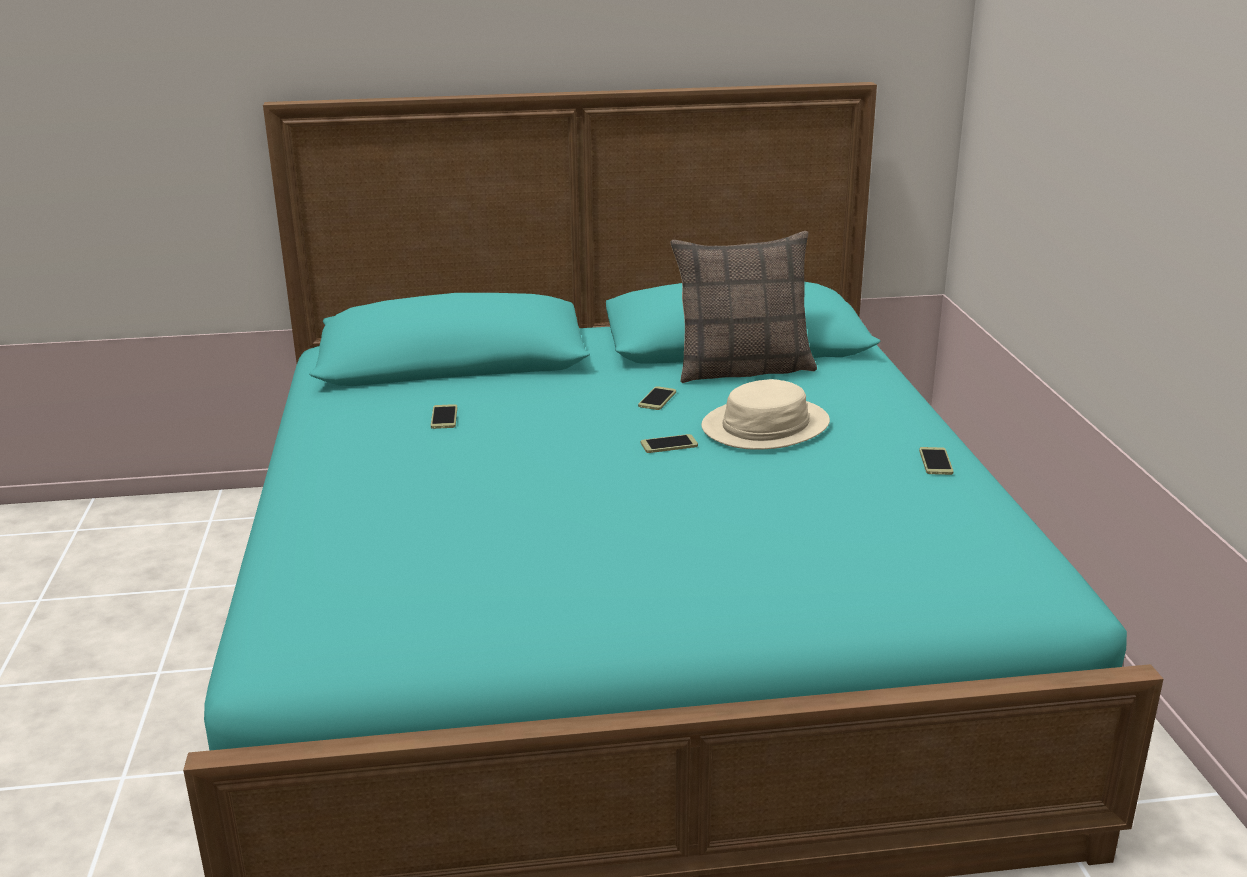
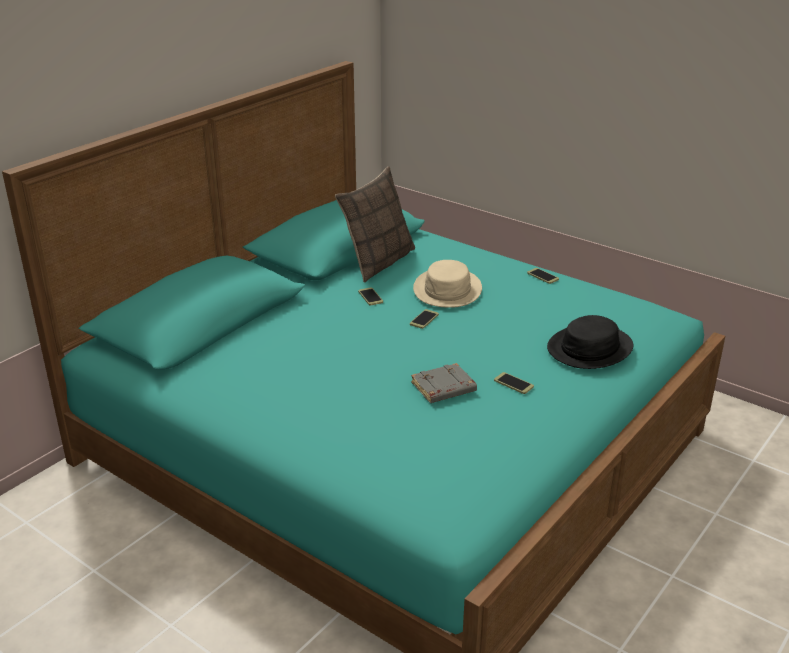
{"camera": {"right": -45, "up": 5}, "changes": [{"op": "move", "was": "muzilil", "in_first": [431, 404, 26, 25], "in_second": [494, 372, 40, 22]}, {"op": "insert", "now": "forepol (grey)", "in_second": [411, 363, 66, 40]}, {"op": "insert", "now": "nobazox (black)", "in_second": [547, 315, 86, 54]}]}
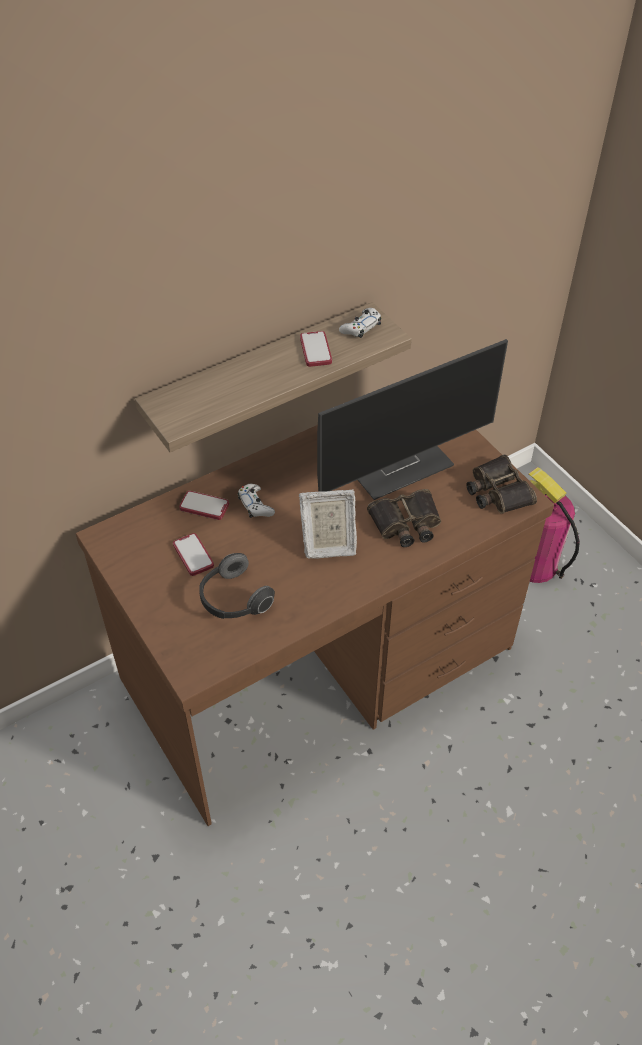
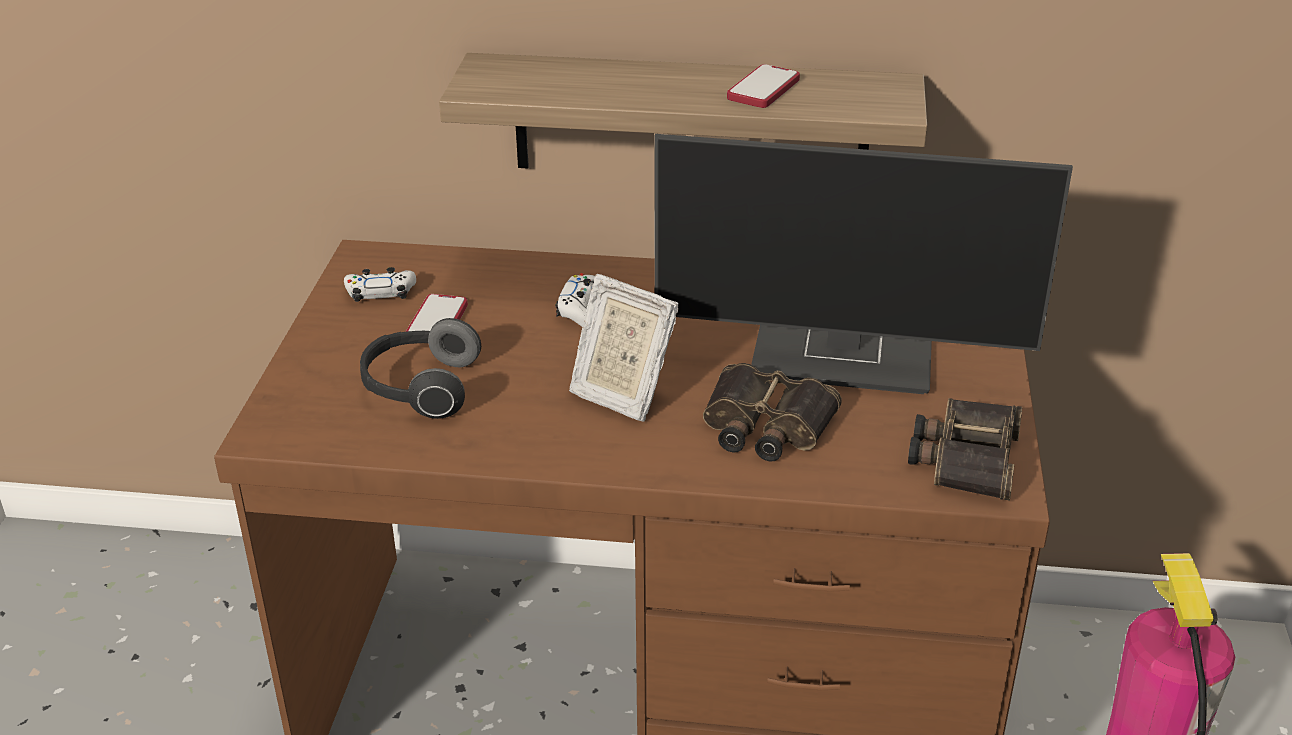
{"camera": {"right": 40, "up": -15}, "changes": [{"op": "delete", "was": "muzilil", "in_first": [179, 491, 50, 29]}, {"op": "move", "was": "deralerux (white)", "in_first": [339, 308, 42, 30], "in_second": [344, 267, 72, 35]}]}
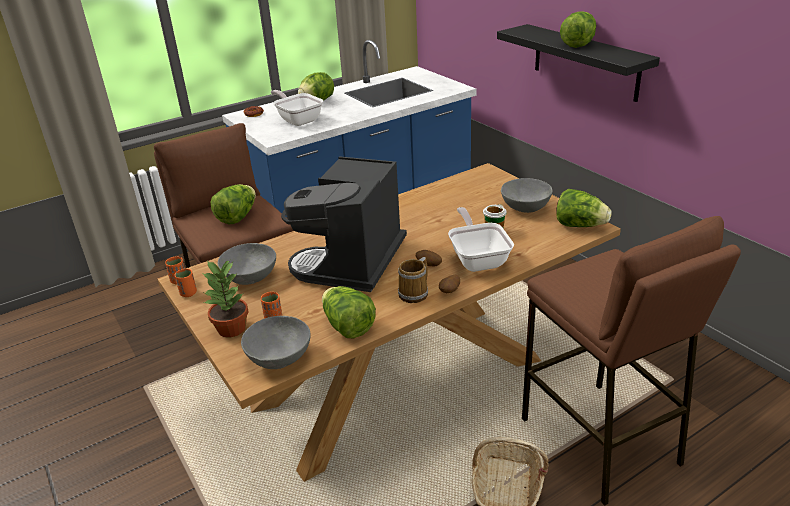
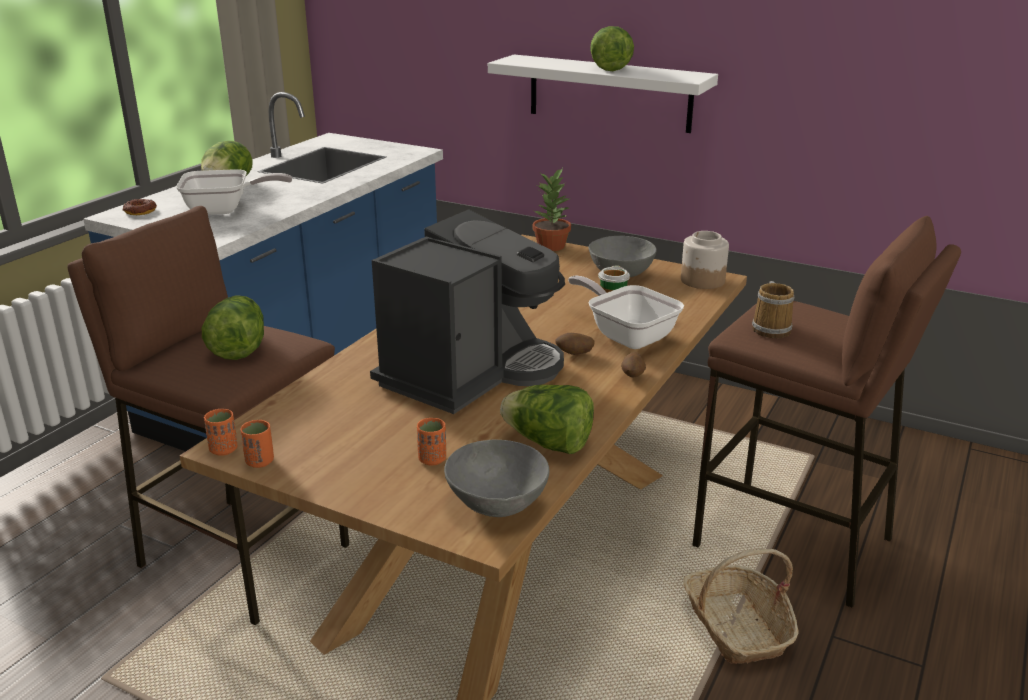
{"camera": {"right": -30, "up": -5}, "changes": [{"op": "move", "was": "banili", "in_first": [202, 260, 47, 78], "in_second": [533, 168, 38, 83]}, {"op": "delete", "was": "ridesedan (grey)", "in_first": [218, 243, 58, 42]}, {"op": "rotate", "was": "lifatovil", "in_first": [271, 90, 52, 36], "in_second": [176, 169, 116, 46], "clockwise": 150}, {"op": "rotate", "was": "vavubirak", "in_first": [281, 156, 126, 136], "in_second": [370, 209, 195, 205], "clockwise": -135}, {"op": "move", "was": "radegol", "in_first": [398, 257, 30, 46], "in_second": [752, 281, 43, 57]}, {"op": "recolor", "was": "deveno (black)", "now": "deveno (white)", "in_first": [497, 24, 163, 78], "in_second": [488, 55, 230, 78]}, {"op": "replace", "was": "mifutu", "now": "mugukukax", "in_first": [557, 189, 55, 38], "in_second": [681, 231, 48, 58]}]}
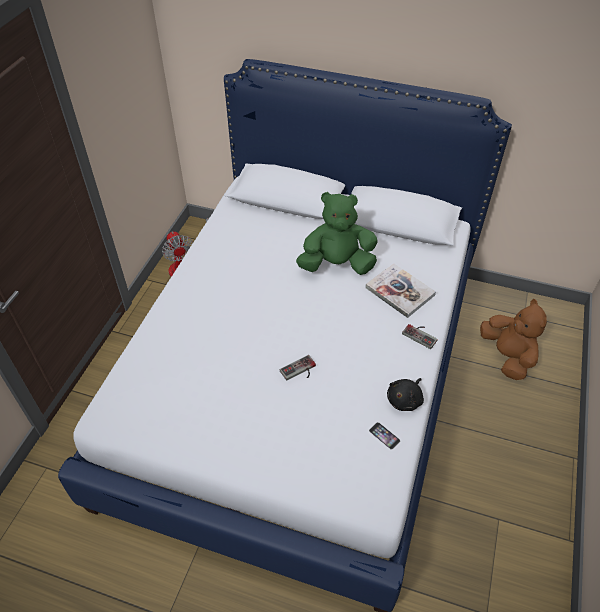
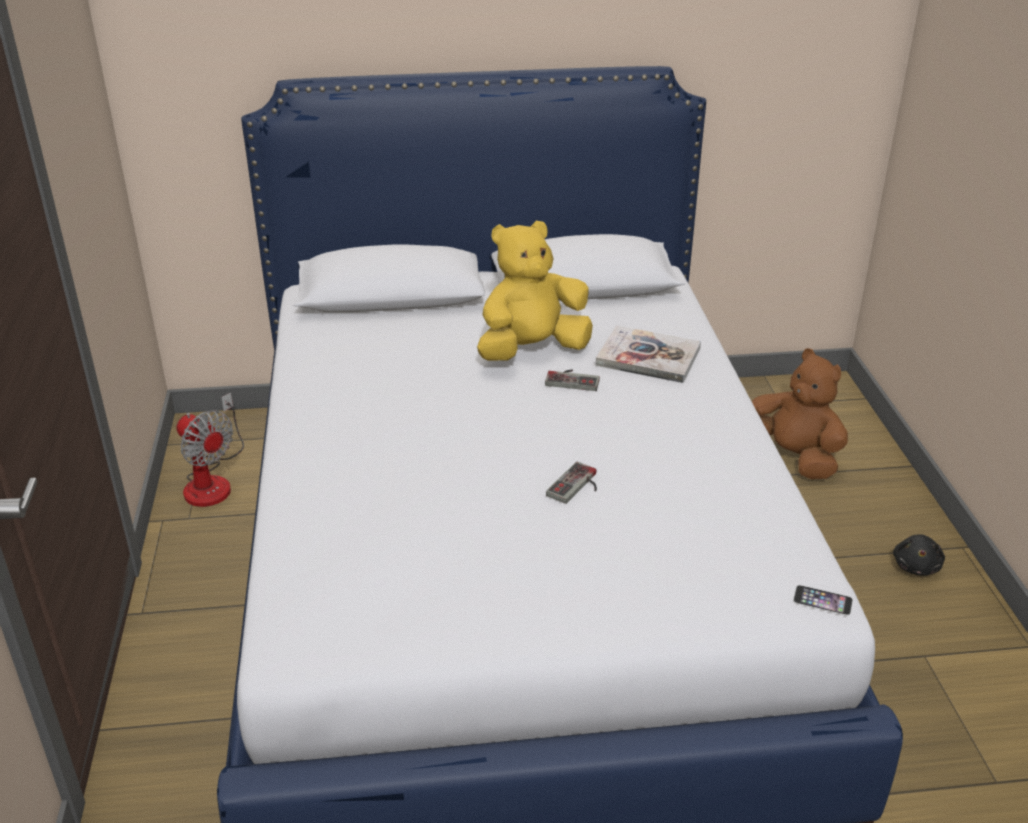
{"camera": {"right": -25, "up": -15}, "changes": [{"op": "recolor", "was": "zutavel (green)", "now": "zutavel (yellow)", "in_first": [296, 192, 81, 83], "in_second": [477, 221, 116, 140]}, {"op": "move", "was": "muzilil", "in_first": [369, 422, 31, 28], "in_second": [793, 585, 60, 30]}, {"op": "move", "was": "zutavel (black)", "in_first": [387, 378, 37, 33], "in_second": [893, 534, 52, 42]}, {"op": "move", "was": "deralerux", "in_first": [402, 324, 35, 25], "in_second": [545, 369, 55, 22]}]}
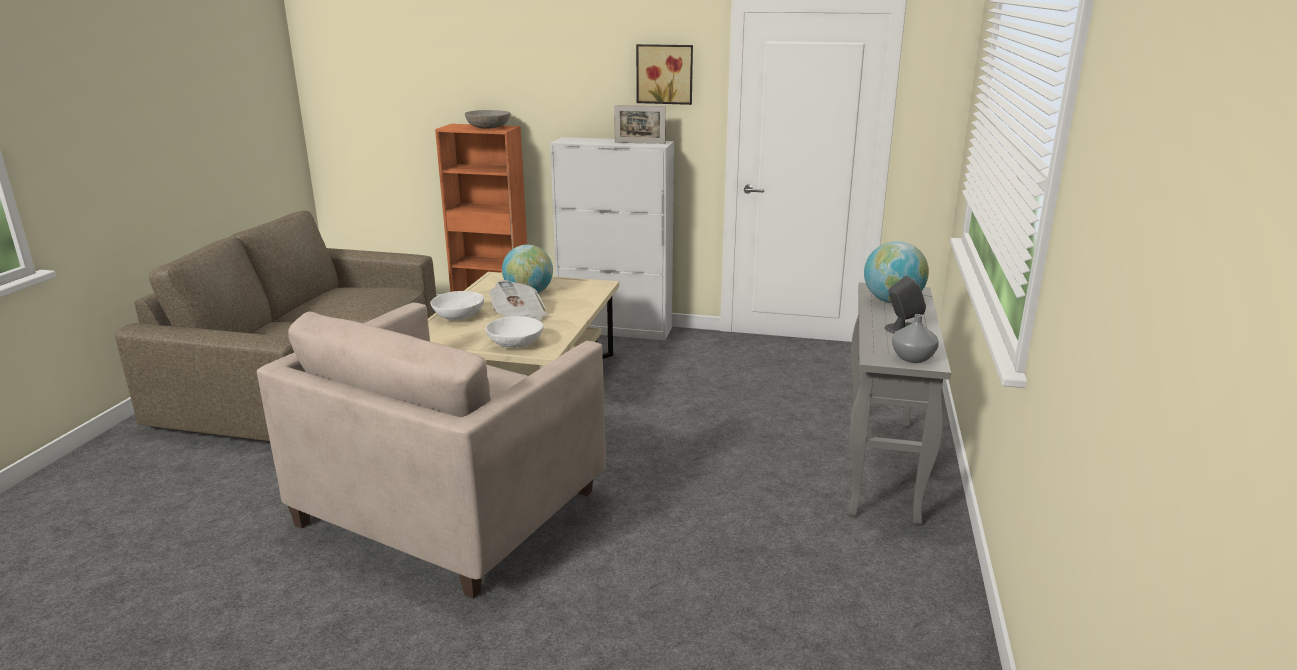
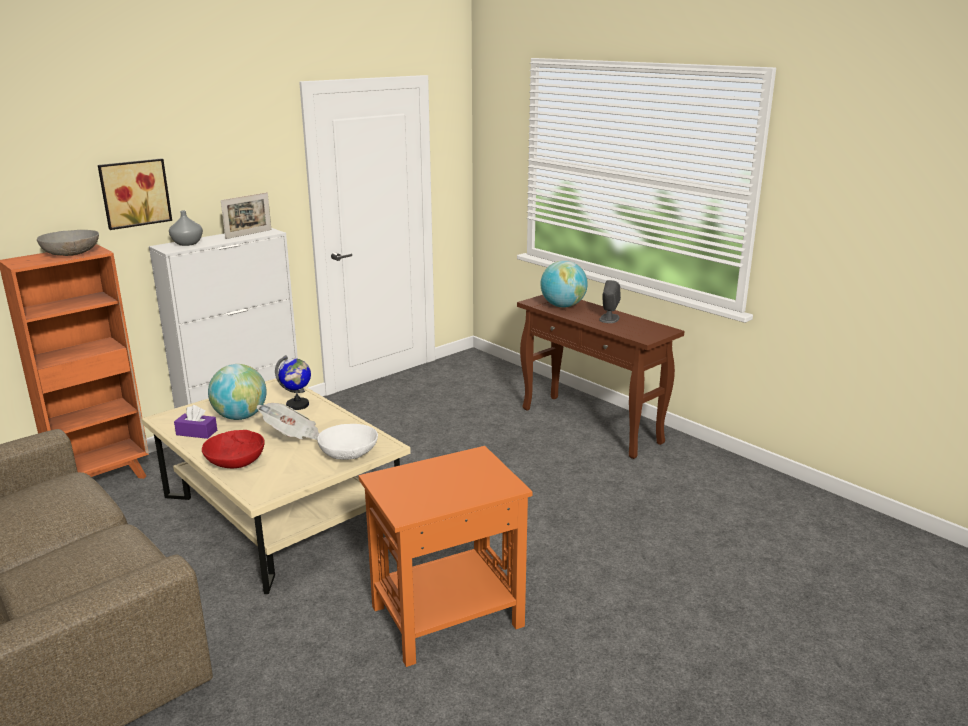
{"camera": {"right": -55, "up": 0}, "changes": [{"op": "replace", "was": "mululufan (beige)", "now": "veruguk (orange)", "in_first": [257, 302, 348, 297], "in_second": [358, 446, 175, 221]}, {"op": "recolor", "was": "ridesedan (white)", "now": "ridesedan (red)", "in_first": [430, 291, 54, 29], "in_second": [202, 430, 63, 39]}, {"op": "move", "was": "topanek", "in_first": [636, 44, 57, 61], "in_second": [98, 158, 74, 72]}, {"op": "recolor", "was": "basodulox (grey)", "now": "basodulox (brown)", "in_first": [848, 282, 103, 243], "in_second": [517, 295, 168, 164]}, {"op": "move", "was": "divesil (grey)", "in_first": [892, 314, 47, 49], "in_second": [169, 210, 34, 36]}, {"op": "insert", "now": "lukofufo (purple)", "in_second": [174, 405, 43, 34]}, {"op": "insert", "now": "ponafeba", "in_second": [275, 355, 36, 55]}]}
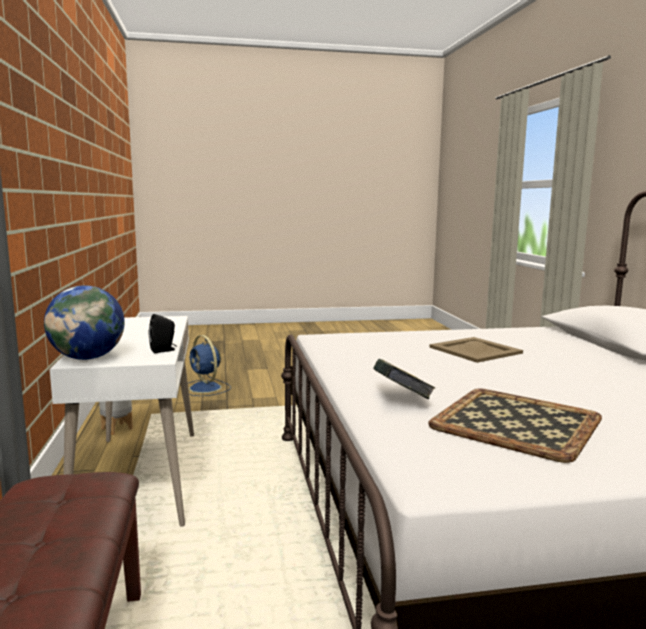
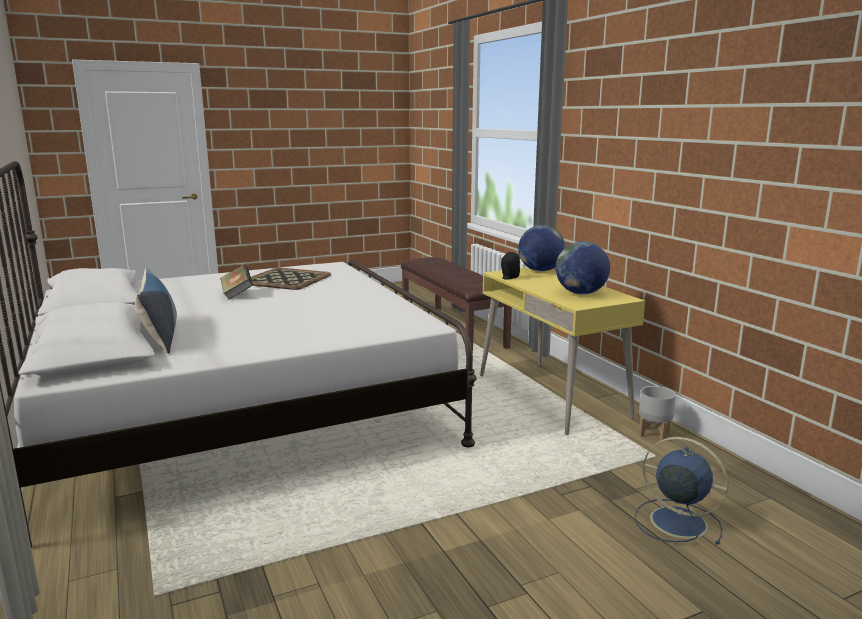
{"camera": {"right": 165, "up": 5}, "changes": [{"op": "recolor", "was": "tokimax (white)", "now": "tokimax (yellow)", "in_first": [50, 316, 144, 211], "in_second": [480, 267, 165, 168]}, {"op": "move", "was": "forepol", "in_first": [373, 359, 62, 40], "in_second": [220, 265, 33, 35]}, {"op": "delete", "was": "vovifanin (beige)", "in_first": [429, 337, 94, 26]}, {"op": "insert", "now": "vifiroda", "in_second": [135, 268, 42, 86]}, {"op": "insert", "now": "ponafeba", "in_second": [556, 241, 54, 53]}]}
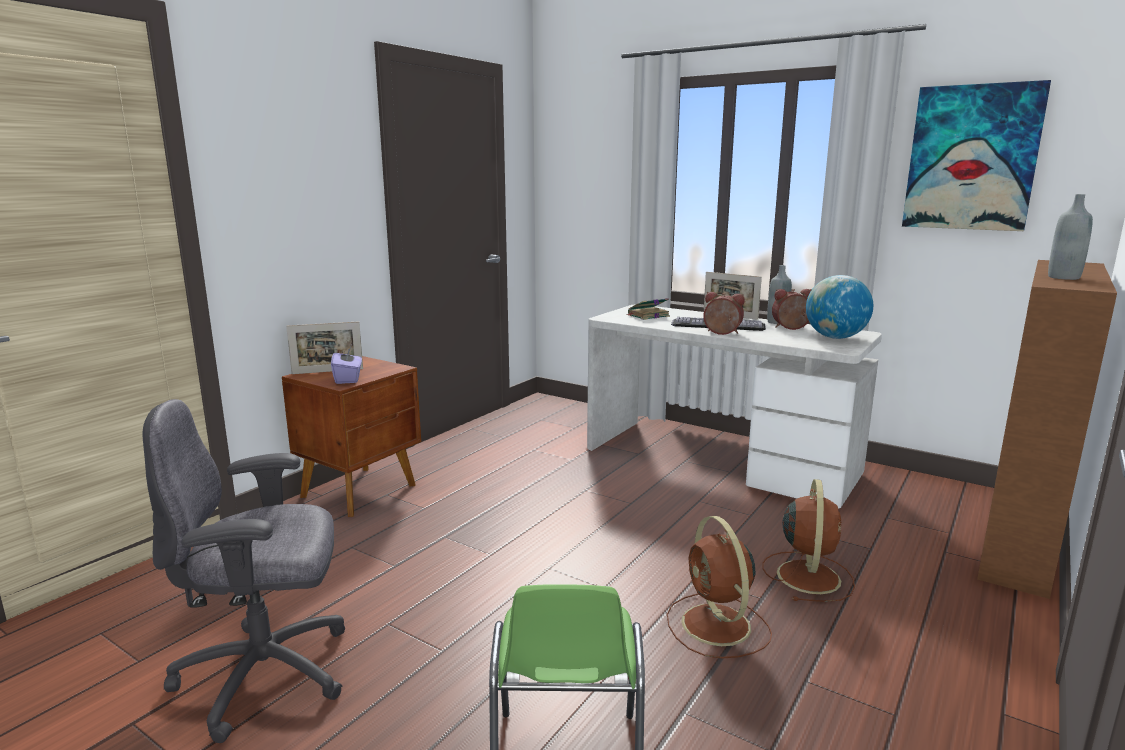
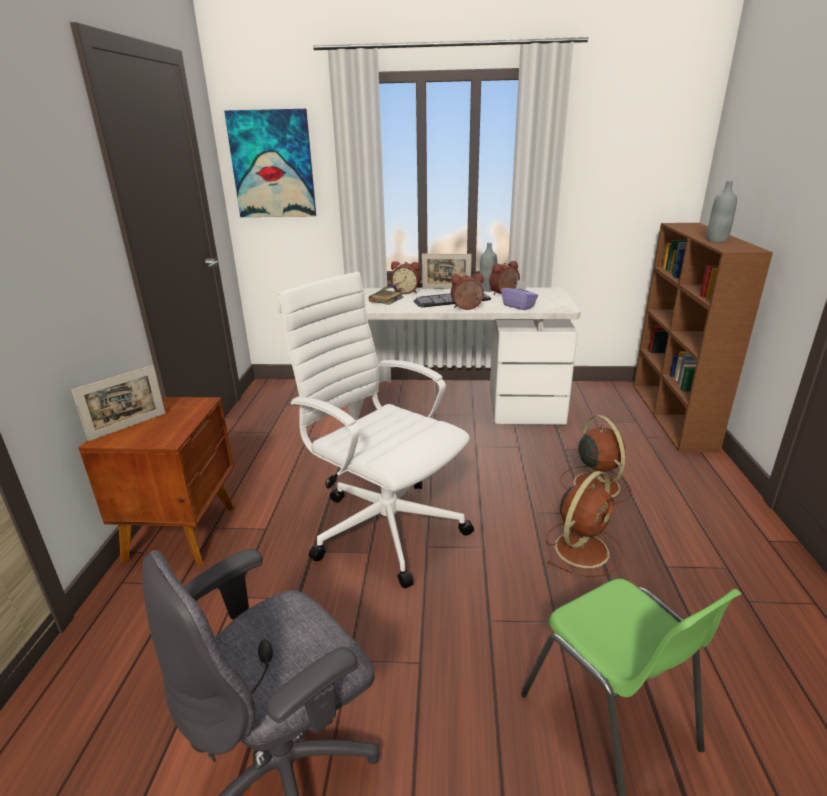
{"camera": {"right": -30, "up": 10}, "changes": [{"op": "move", "was": "lukofufo (purple)", "in_first": [331, 345, 31, 39], "in_second": [501, 280, 37, 30]}, {"op": "rotate", "was": "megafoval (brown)", "in_first": [667, 516, 105, 143], "in_second": [546, 471, 77, 106], "clockwise": -90}, {"op": "delete", "was": "ponafeba", "in_first": [806, 275, 67, 64]}, {"op": "move", "was": "topanek", "in_first": [902, 80, 149, 151], "in_second": [224, 109, 92, 108]}, {"op": "insert", "now": "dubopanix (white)", "in_second": [277, 272, 197, 317]}, {"op": "insert", "now": "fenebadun", "in_second": [391, 261, 30, 33]}]}
